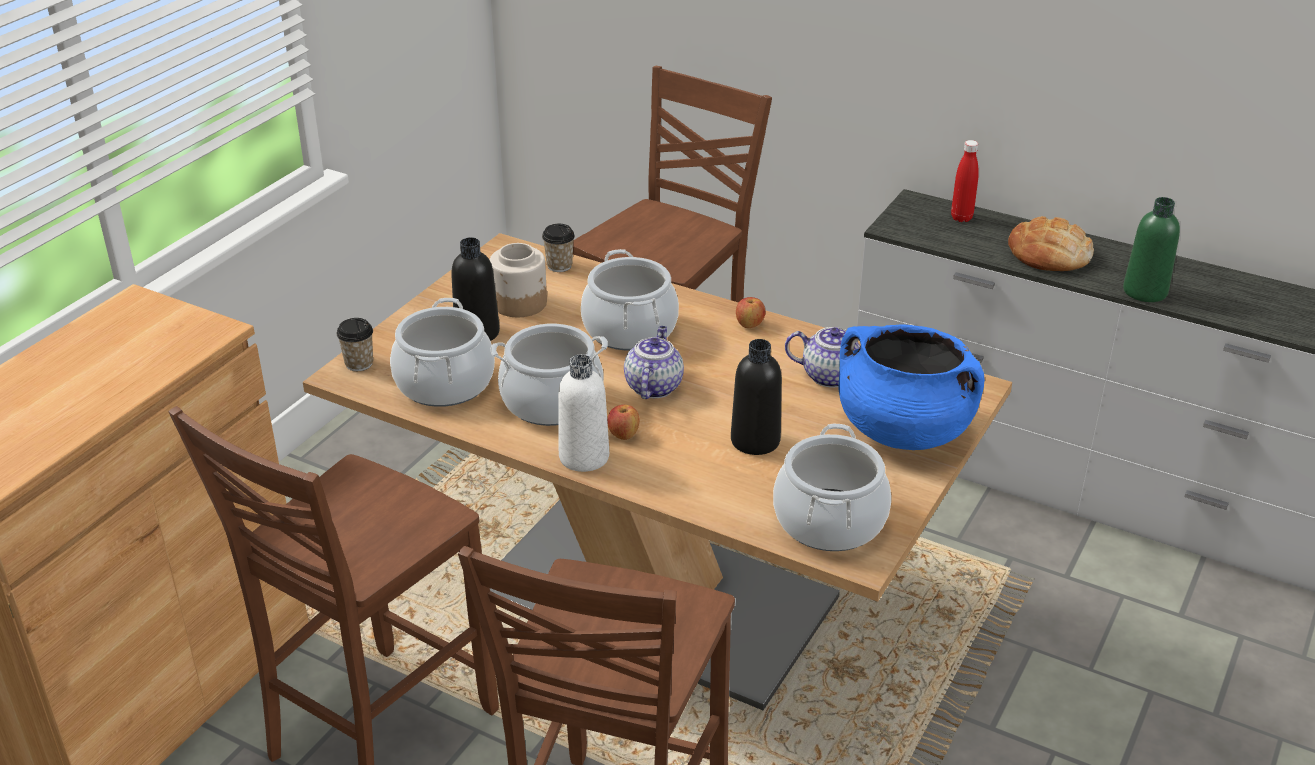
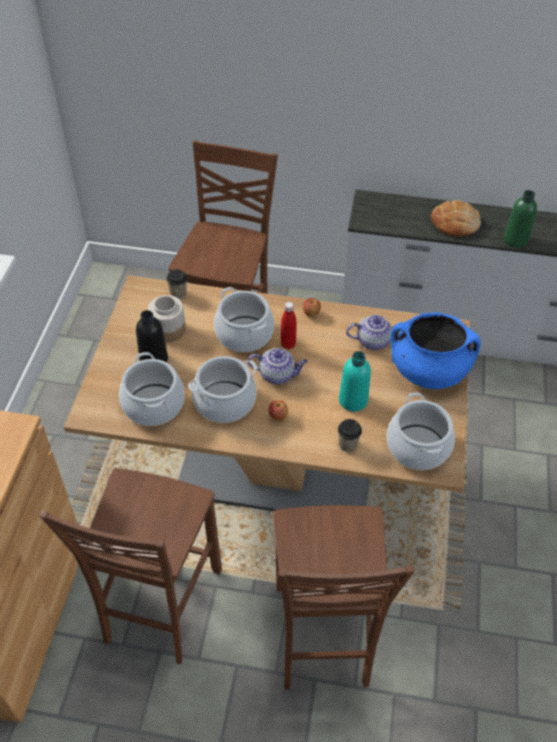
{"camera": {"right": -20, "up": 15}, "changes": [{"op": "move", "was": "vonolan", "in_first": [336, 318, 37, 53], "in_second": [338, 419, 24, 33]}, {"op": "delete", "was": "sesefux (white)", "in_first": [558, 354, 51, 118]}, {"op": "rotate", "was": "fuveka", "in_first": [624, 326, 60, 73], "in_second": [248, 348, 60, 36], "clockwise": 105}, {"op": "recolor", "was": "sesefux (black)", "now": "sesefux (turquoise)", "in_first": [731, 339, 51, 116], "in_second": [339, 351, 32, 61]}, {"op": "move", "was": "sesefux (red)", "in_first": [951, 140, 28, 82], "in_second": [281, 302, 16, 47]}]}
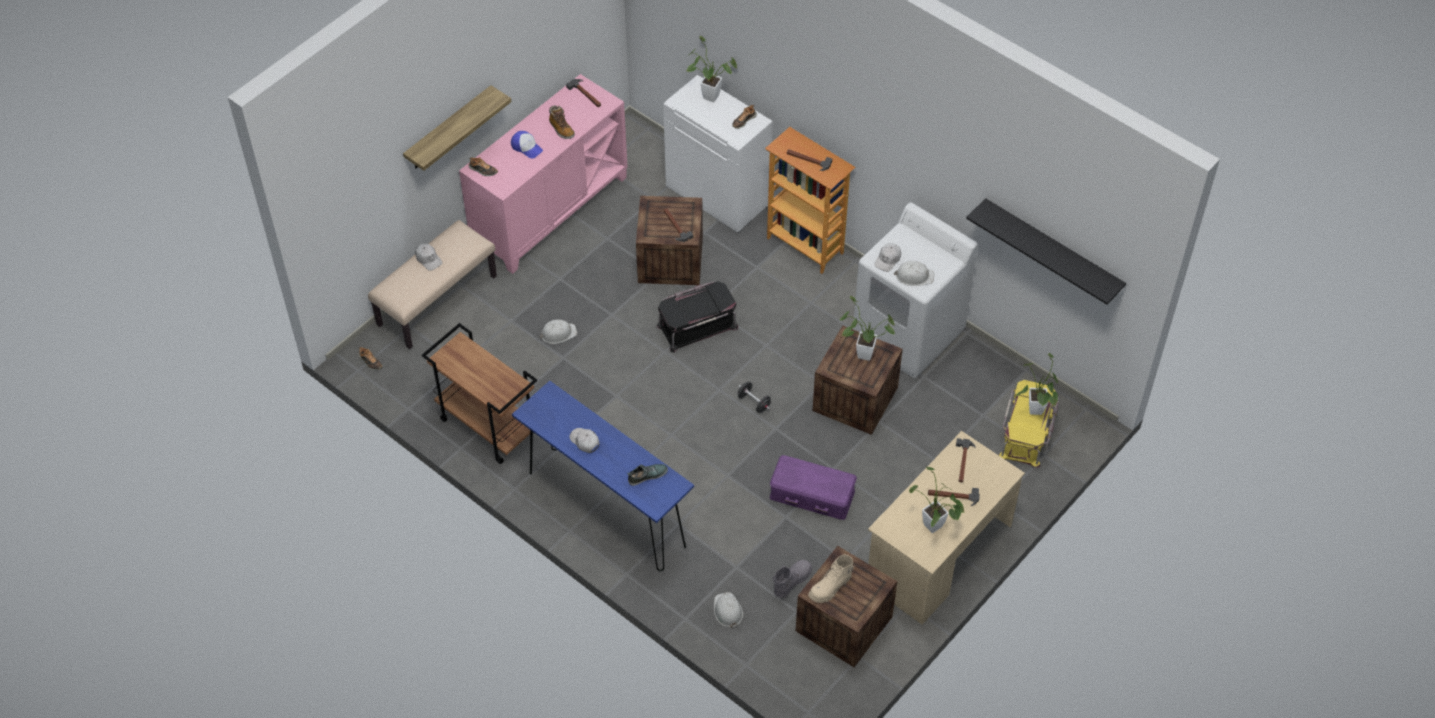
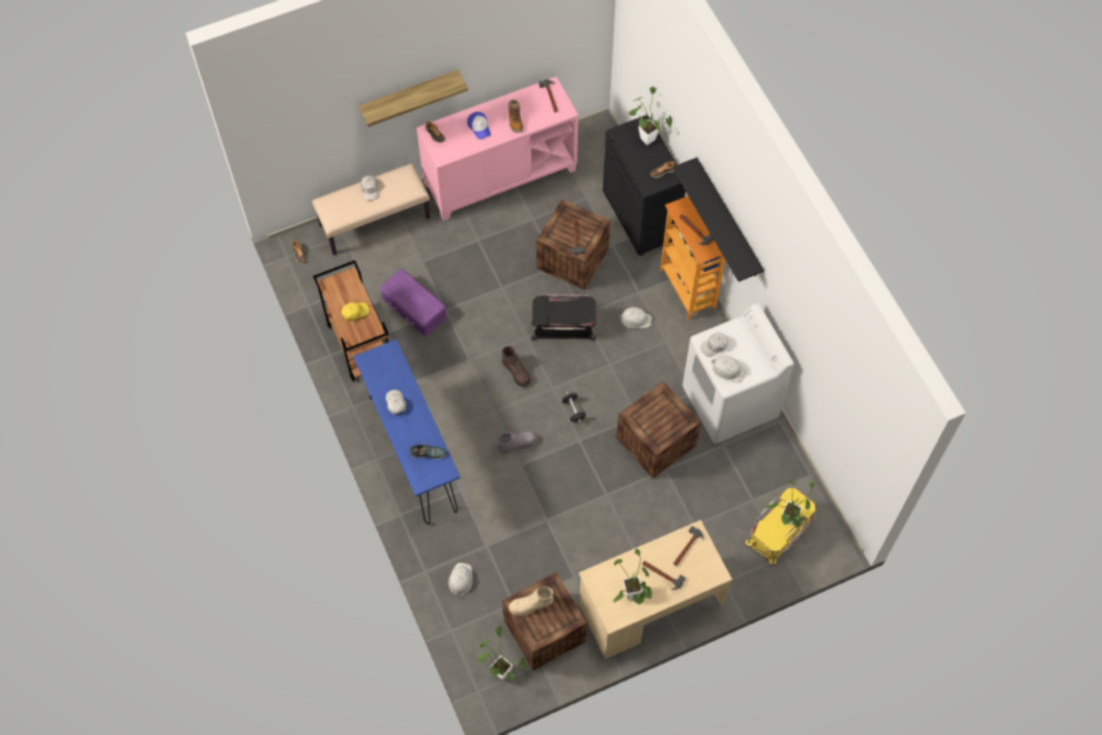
{"camera": {"right": 25, "up": 10}, "changes": [{"op": "move", "was": "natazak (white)", "in_first": [540, 319, 37, 25], "in_second": [619, 307, 33, 21]}, {"op": "recolor", "was": "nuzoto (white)", "now": "nuzoto (black)", "in_first": [663, 75, 110, 158], "in_second": [603, 114, 82, 142]}, {"op": "move", "was": "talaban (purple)", "in_first": [770, 455, 87, 65], "in_second": [380, 269, 67, 67]}, {"op": "move", "was": "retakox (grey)", "in_first": [772, 560, 40, 38], "in_second": [497, 431, 40, 24]}, {"op": "move", "was": "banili", "in_first": [840, 296, 55, 65], "in_second": [477, 626, 49, 56]}, {"op": "move", "was": "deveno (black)", "in_first": [966, 198, 160, 107], "in_second": [672, 157, 92, 125]}, {"op": "insert", "now": "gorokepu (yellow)", "in_second": [341, 302, 28, 19]}, {"op": "insert", "now": "retakox (brown)", "in_second": [501, 346, 30, 41]}]}
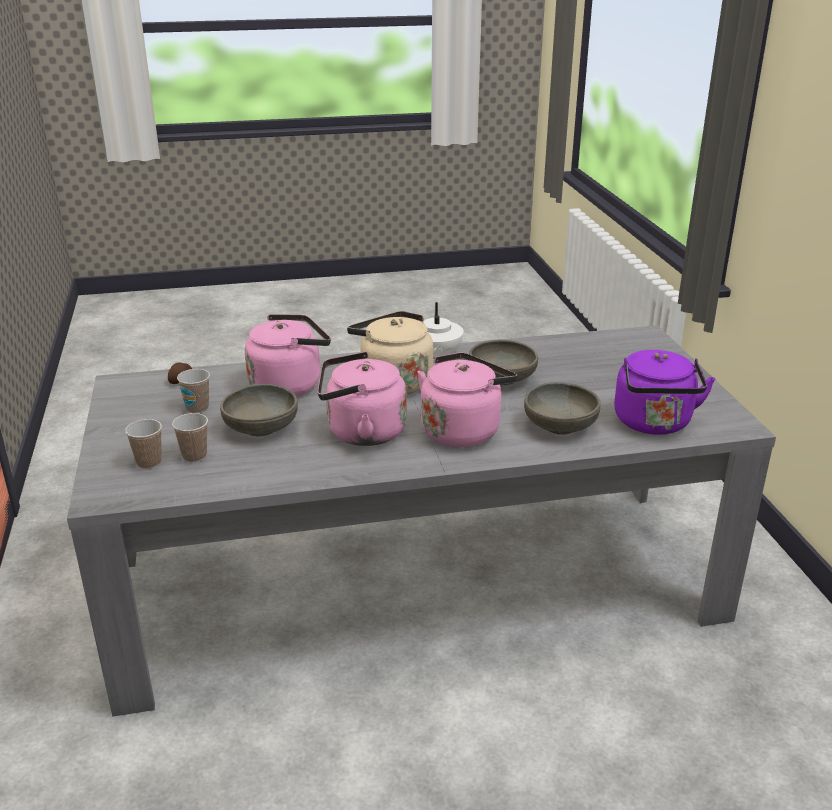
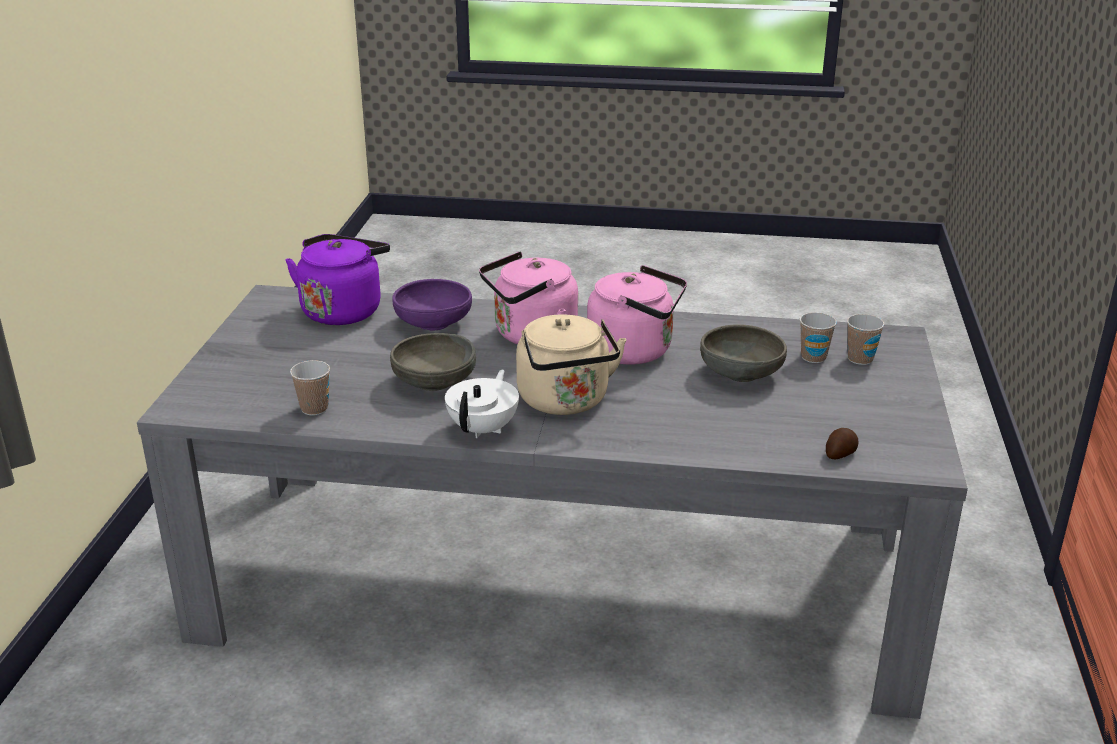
{"camera": {"right": -160, "up": 0}, "changes": [{"op": "move", "was": "vonolan", "in_first": [177, 369, 33, 44], "in_second": [290, 360, 40, 55]}, {"op": "delete", "was": "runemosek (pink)", "in_first": [245, 314, 86, 82]}, {"op": "recolor", "was": "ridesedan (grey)", "now": "ridesedan (purple)", "in_first": [524, 382, 77, 53], "in_second": [392, 279, 80, 51]}]}
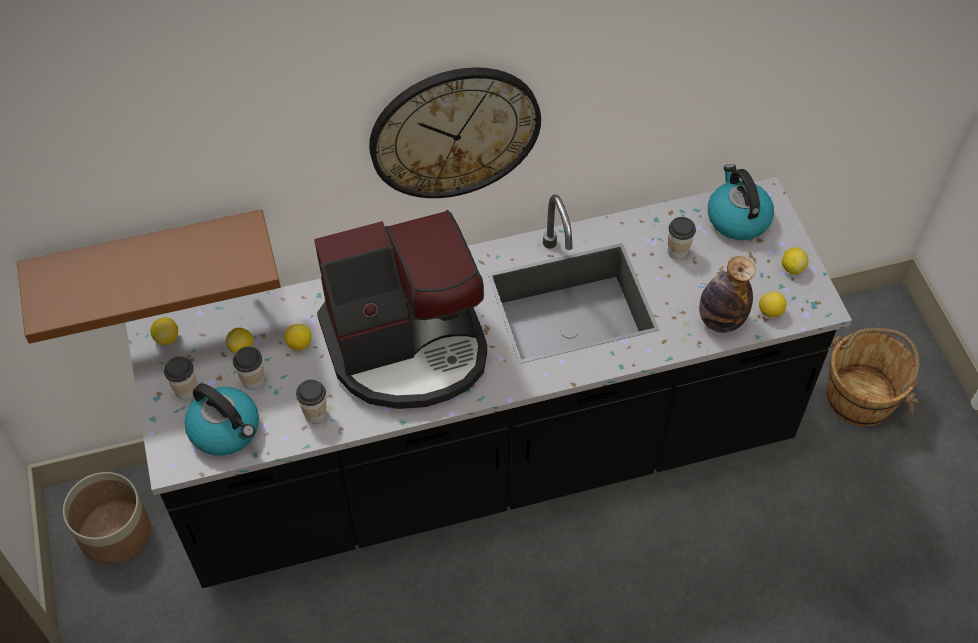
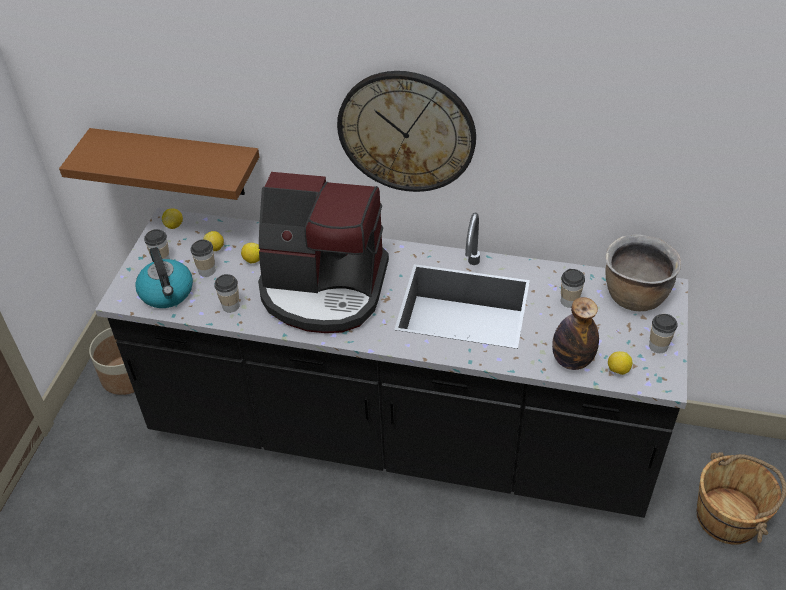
{"camera": {"right": 30, "up": -10}, "changes": [{"op": "replace", "was": "runemosek", "now": "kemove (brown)", "in_first": [708, 164, 66, 76], "in_second": [605, 235, 76, 76]}, {"op": "replace", "was": "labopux", "now": "vonolan", "in_first": [782, 247, 26, 27], "in_second": [649, 314, 29, 39]}]}
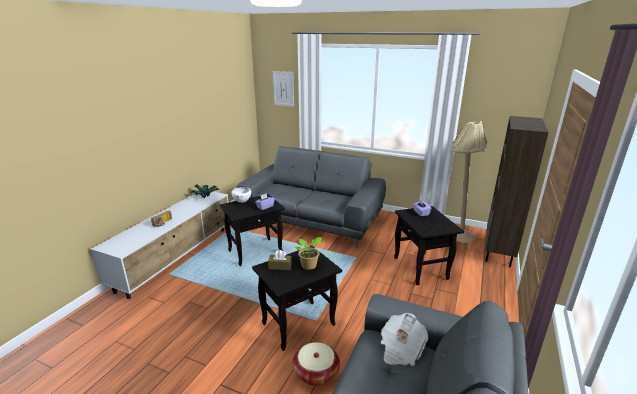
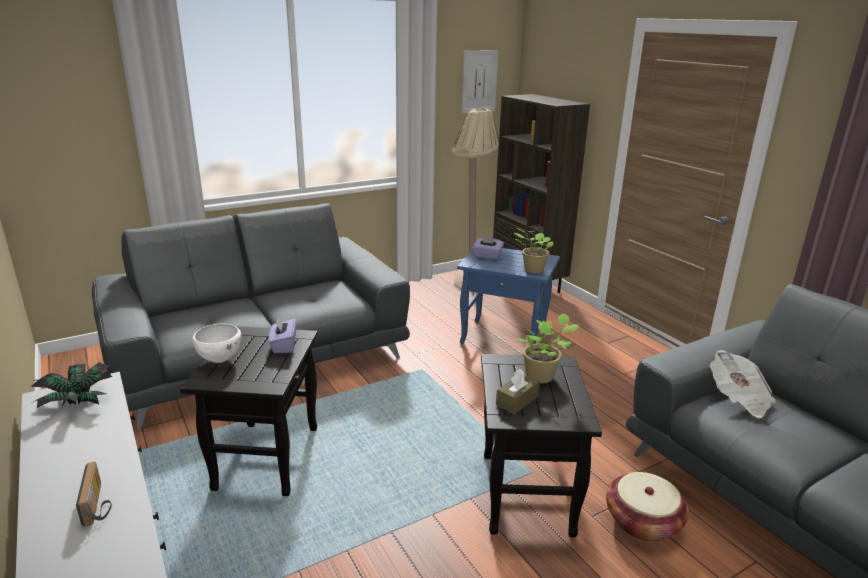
{"camera": {"right": -55, "up": 0}, "changes": [{"op": "move", "was": "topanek", "in_first": [273, 71, 21, 36], "in_second": [462, 50, 36, 64]}, {"op": "recolor", "was": "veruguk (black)", "now": "veruguk (blue)", "in_first": [394, 206, 70, 79], "in_second": [457, 248, 103, 96]}, {"op": "insert", "now": "banili", "in_second": [515, 228, 38, 45]}]}
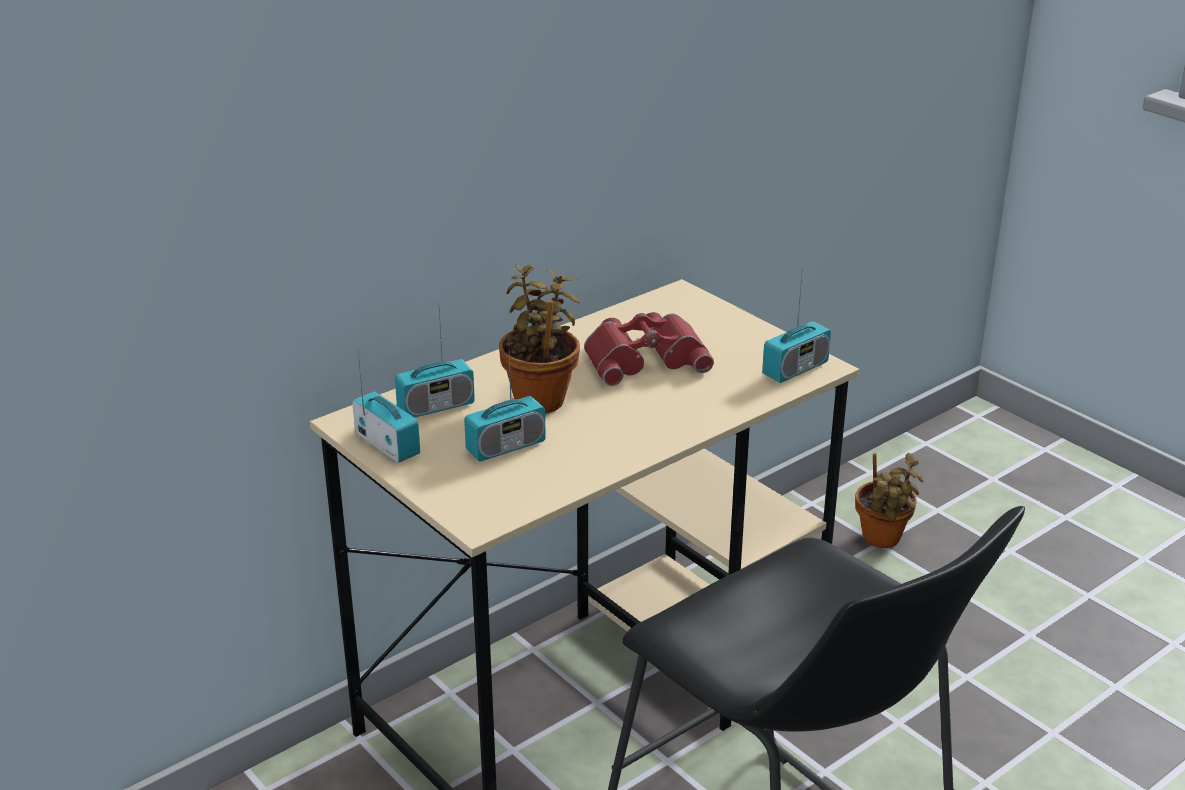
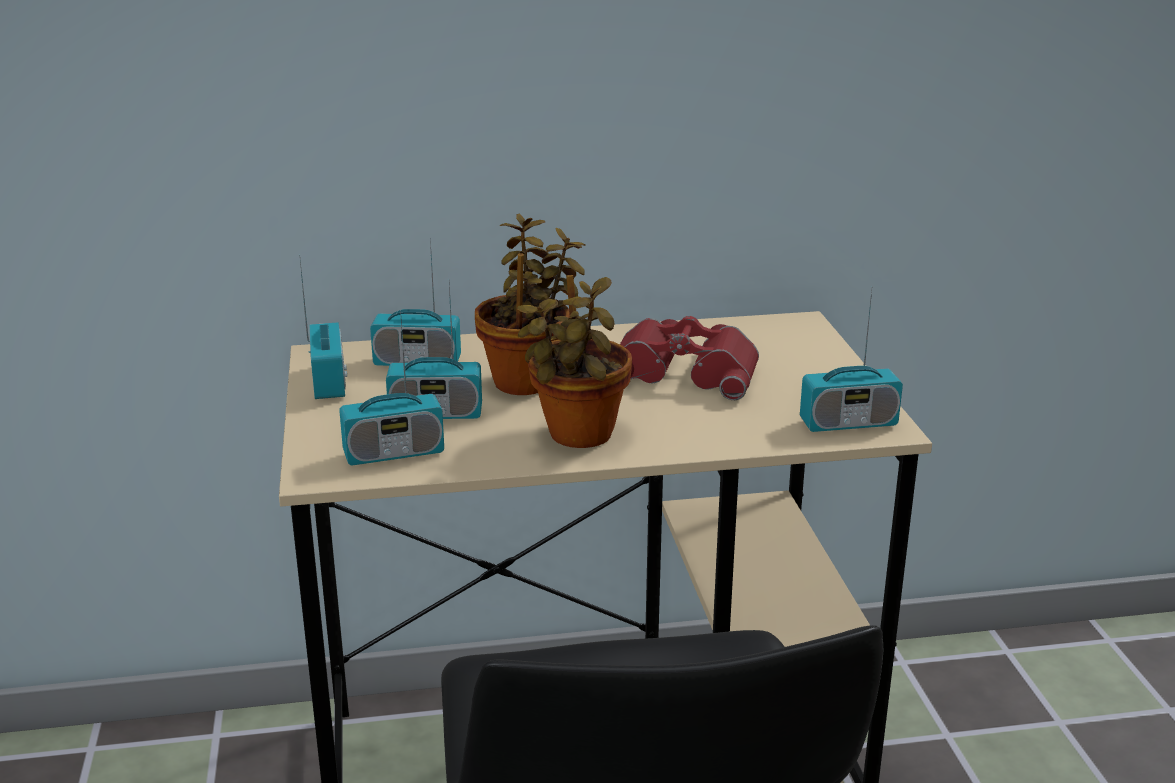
{"camera": {"right": 30, "up": -5}, "changes": [{"op": "move", "was": "banili", "in_first": [855, 453, 68, 95], "in_second": [517, 275, 115, 173]}, {"op": "insert", "now": "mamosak", "in_second": [339, 310, 105, 155]}]}
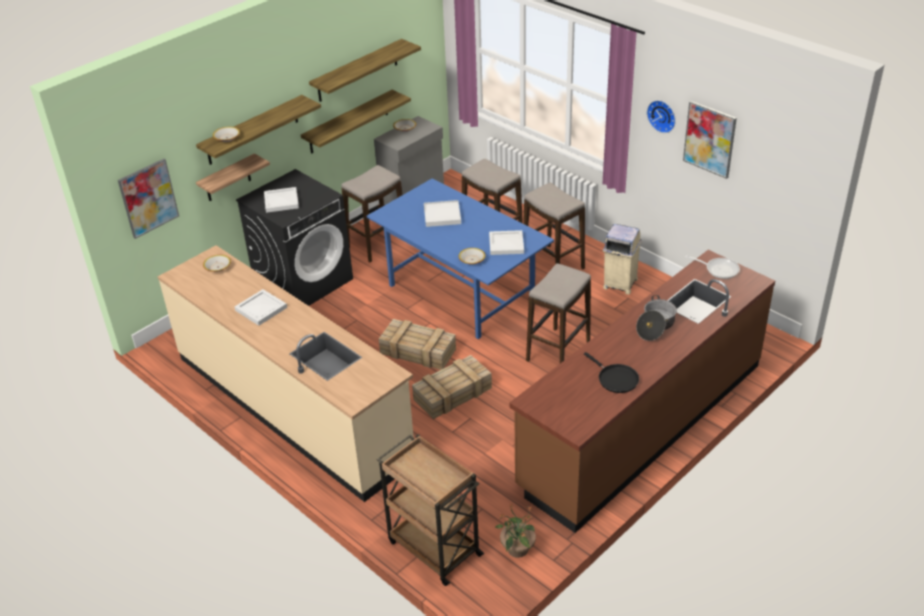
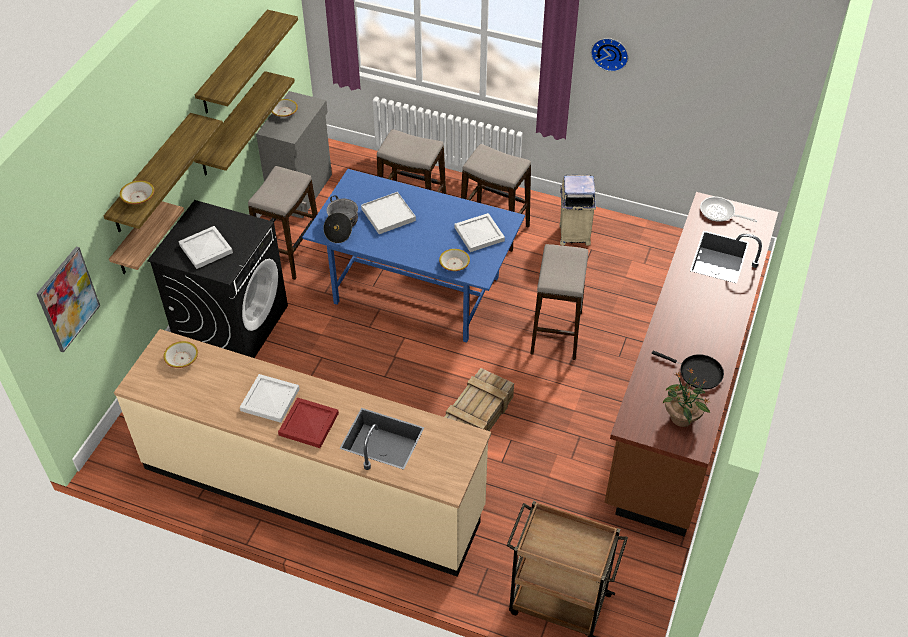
{"camera": {"right": -25, "up": 10}, "changes": [{"op": "delete", "was": "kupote", "in_first": [379, 319, 77, 51]}, {"op": "move", "was": "banili", "in_first": [495, 504, 41, 54], "in_second": [663, 368, 47, 59]}, {"op": "move", "was": "kemove", "in_first": [636, 295, 41, 46], "in_second": [323, 195, 35, 48]}, {"op": "delete", "was": "topanek", "in_first": [683, 101, 54, 78]}, {"op": "rotate", "was": "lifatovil", "in_first": [685, 255, 55, 24], "in_second": [700, 197, 57, 25], "clockwise": -150}, {"op": "insert", "now": "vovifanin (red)", "in_second": [278, 397, 61, 51]}]}
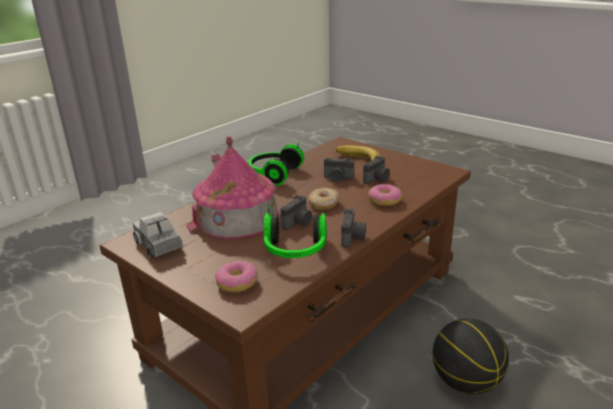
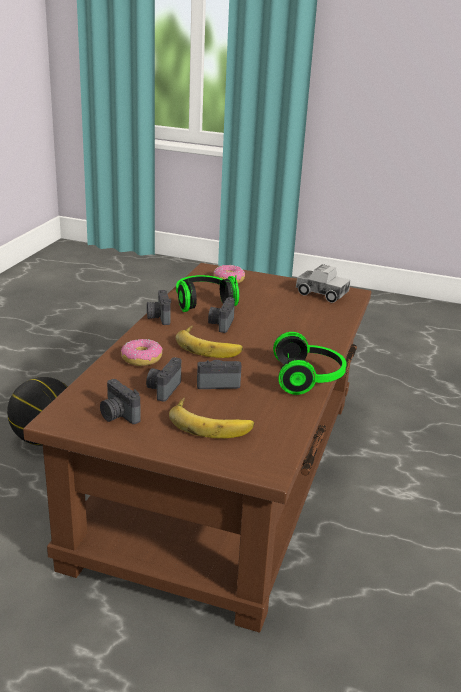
{"camera": {"right": 155, "up": 0}, "changes": [{"op": "delete", "was": "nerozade", "in_first": [187, 136, 93, 104]}, {"op": "replace", "was": "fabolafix", "now": "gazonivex", "in_first": [308, 188, 32, 22], "in_second": [176, 326, 67, 32]}, {"op": "insert", "now": "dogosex", "in_second": [100, 379, 41, 45]}]}
